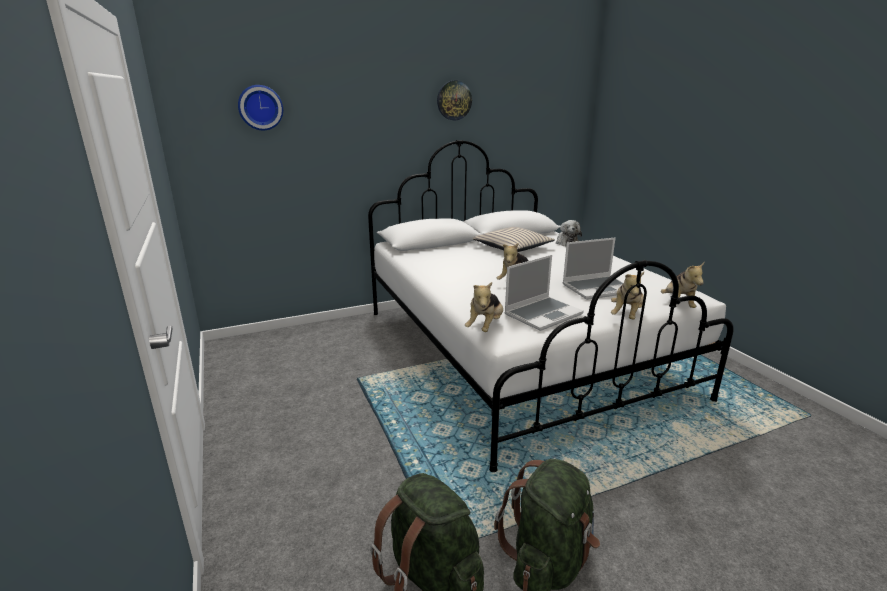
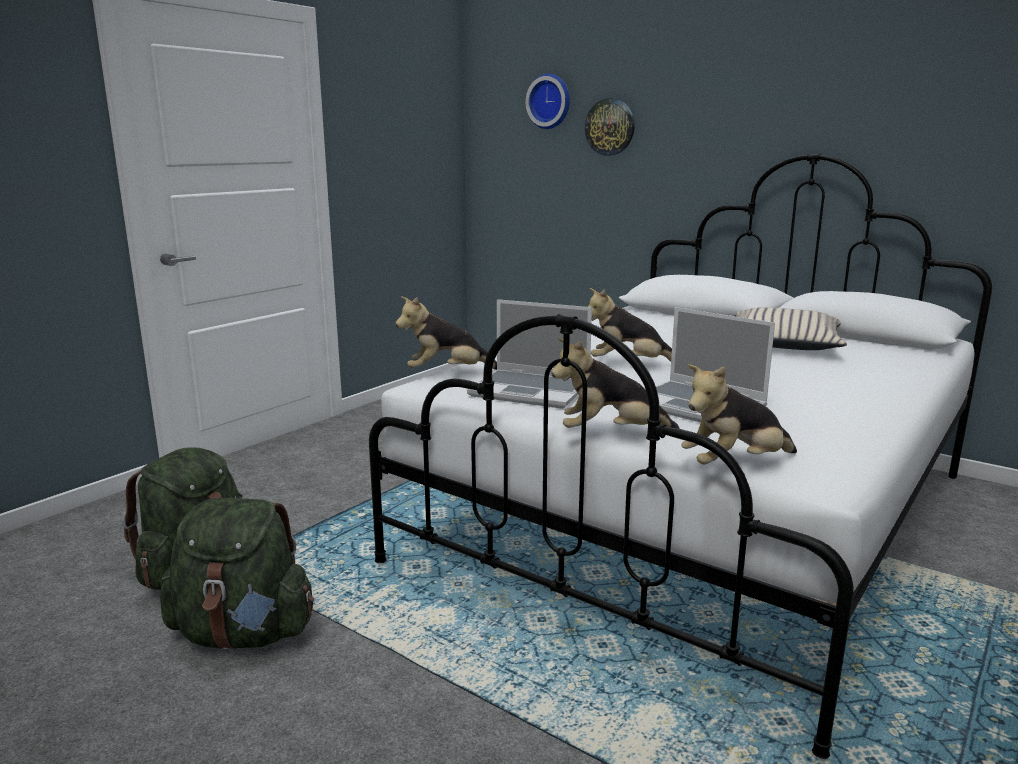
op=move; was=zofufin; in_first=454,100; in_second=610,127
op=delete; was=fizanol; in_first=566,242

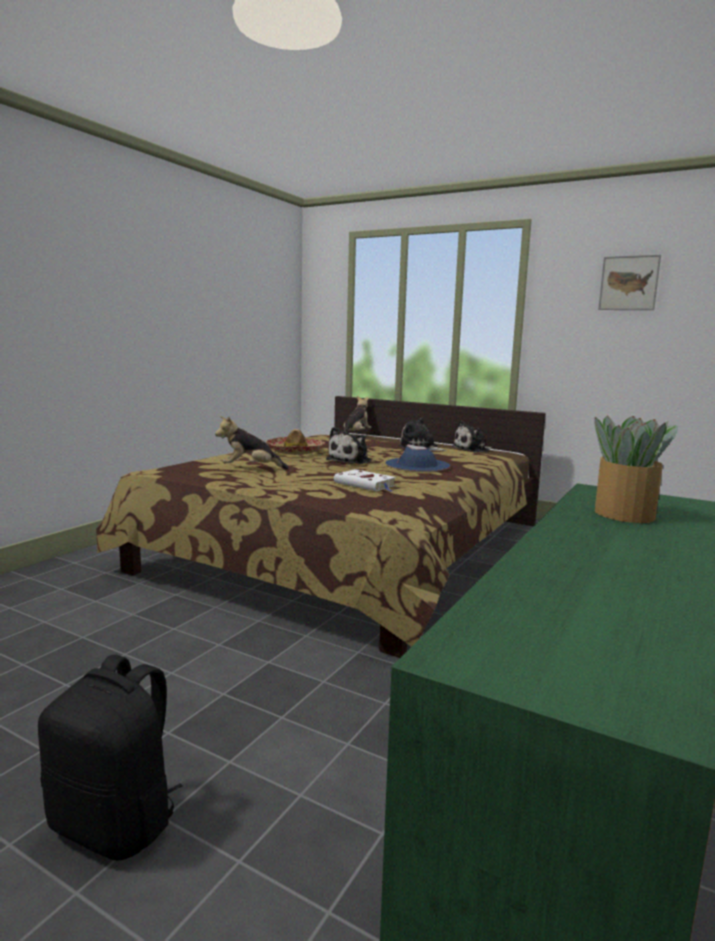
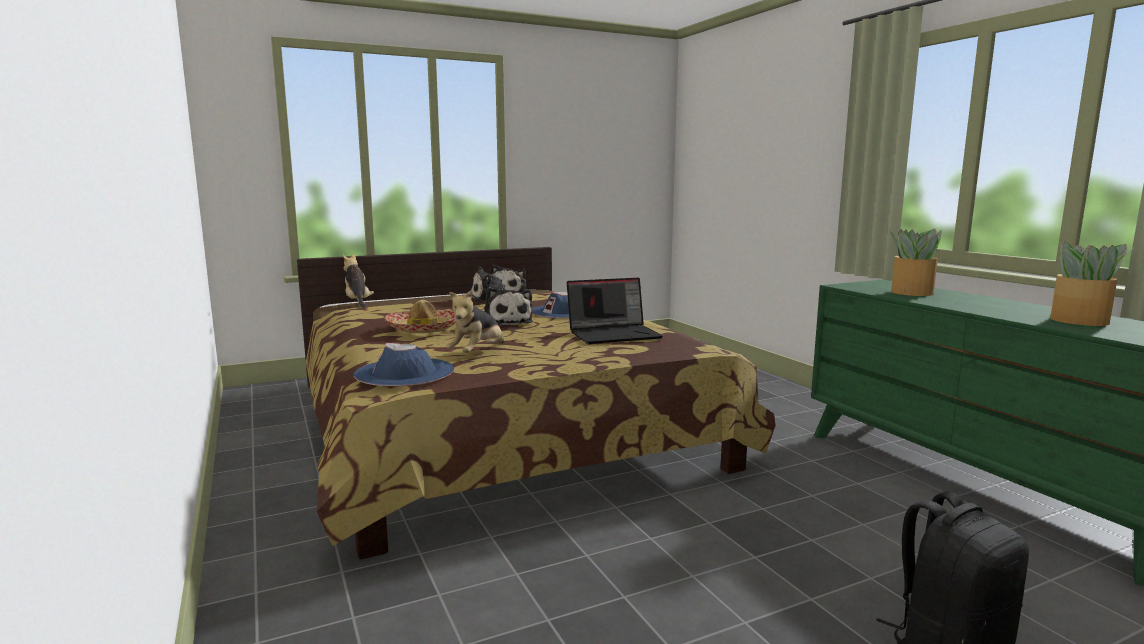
op=insert; now=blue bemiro; in_second=405,372
op=replace; was=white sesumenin; now=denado; in_first=366,484; in_second=614,334
op=insert; now=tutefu; in_second=1080,321
op=delete; was=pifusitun; in_first=629,283

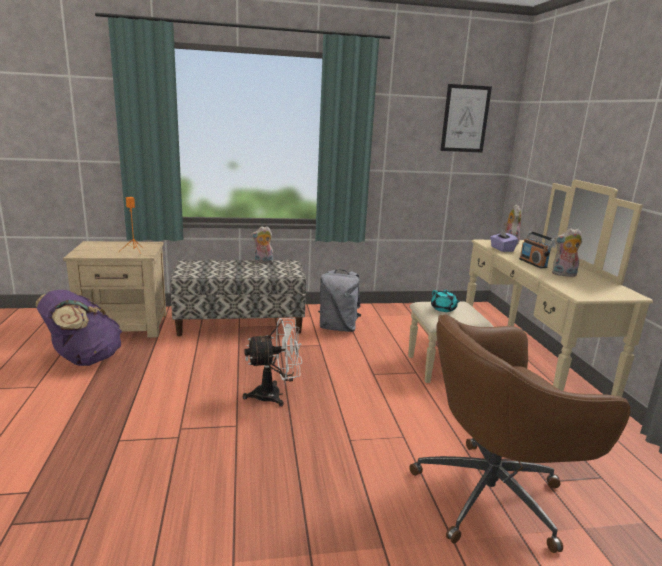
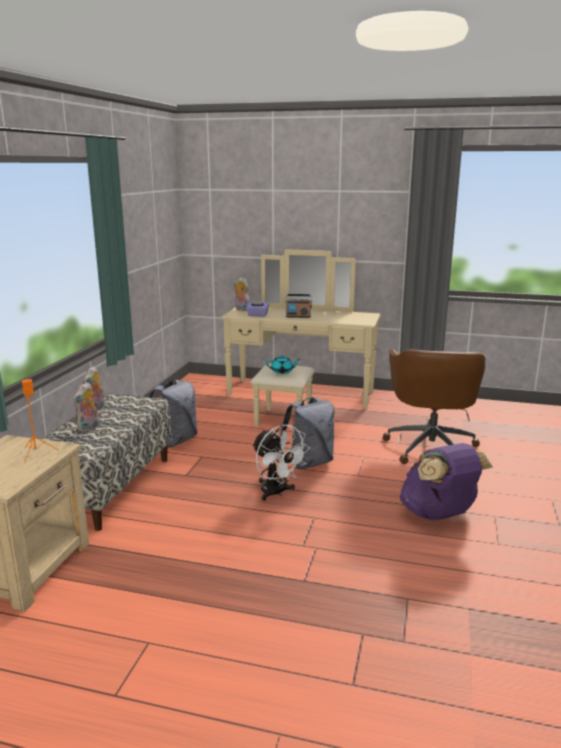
op=move; was=fizanol; in_first=563,274; in_second=88,428
op=rotate; was=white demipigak; in_first=274,395; in_second=276,493; clockwise=135
op=insert; now=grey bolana; in_second=309,462
op=move; was=purple bolana; in_first=84,360; in_second=439,514
op=delete; was=pifusitun; in_first=465,119

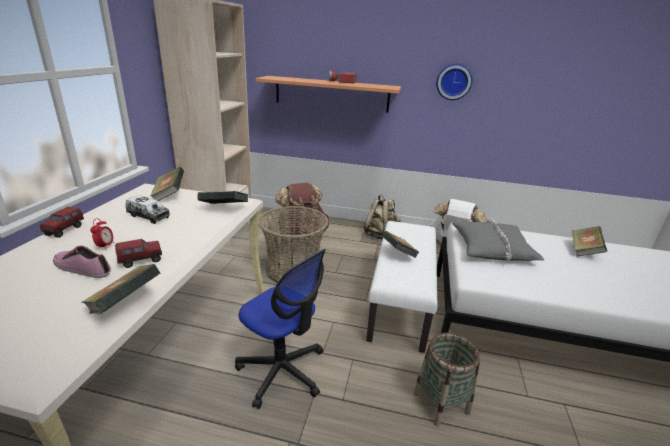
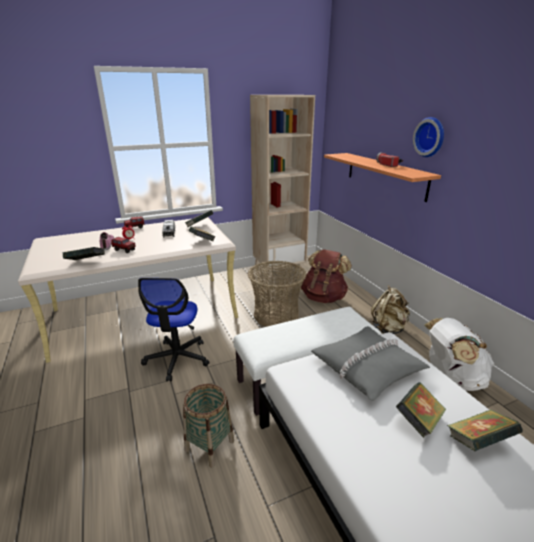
op=move; was=sesumenin; in_first=398,254; in_second=418,420
op=move; was=zofufin; in_first=453,81; in_second=430,137

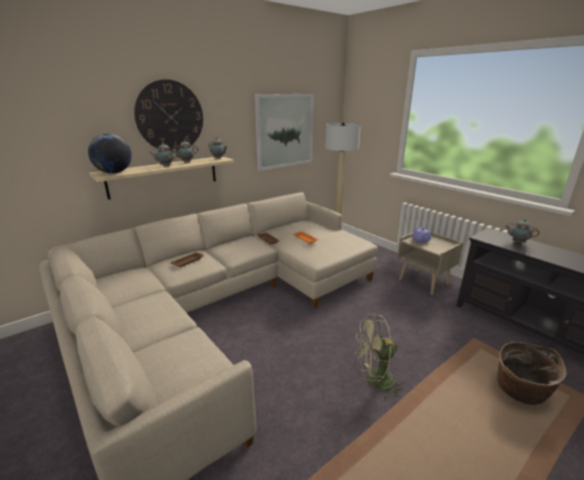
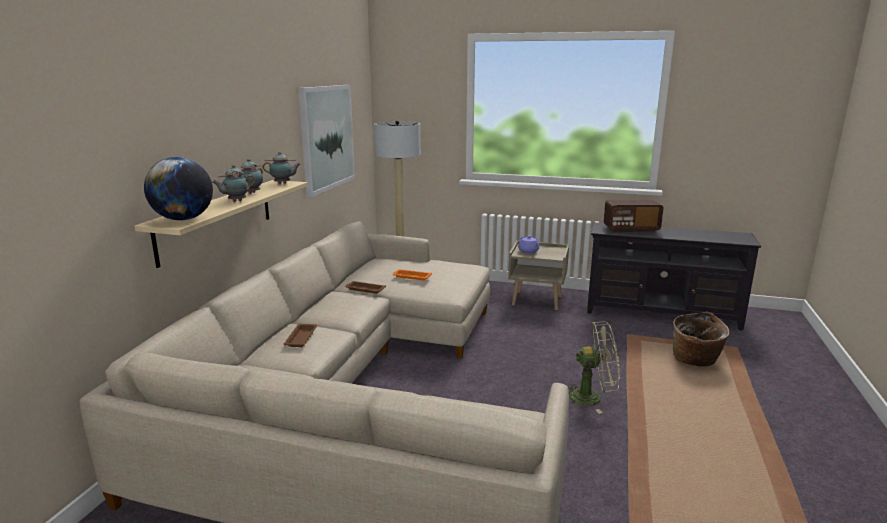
op=rotate; was=green demipigak; in_first=374,381; in_second=592,398; clockwise=-135
op=replace; was=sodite; now=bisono; in_first=517,242; in_second=631,229
op=delete; was=zofufin; in_first=170,117

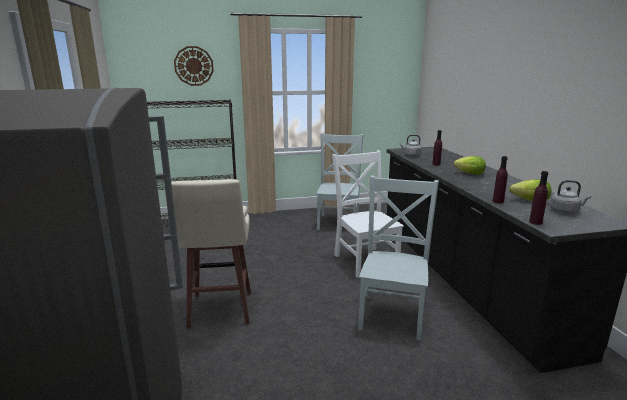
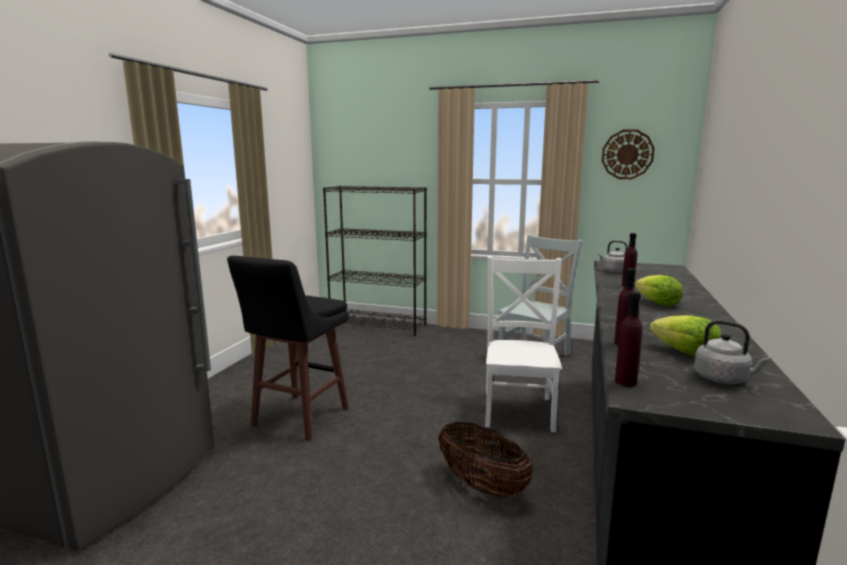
op=recolor; was=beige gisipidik; now=black gisipidik; in_first=220,310; in_second=298,418
op=replace; was=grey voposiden; now=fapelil; in_first=393,314; in_second=482,485
op=move; was=zofufin; in_first=194,66; in_second=627,154

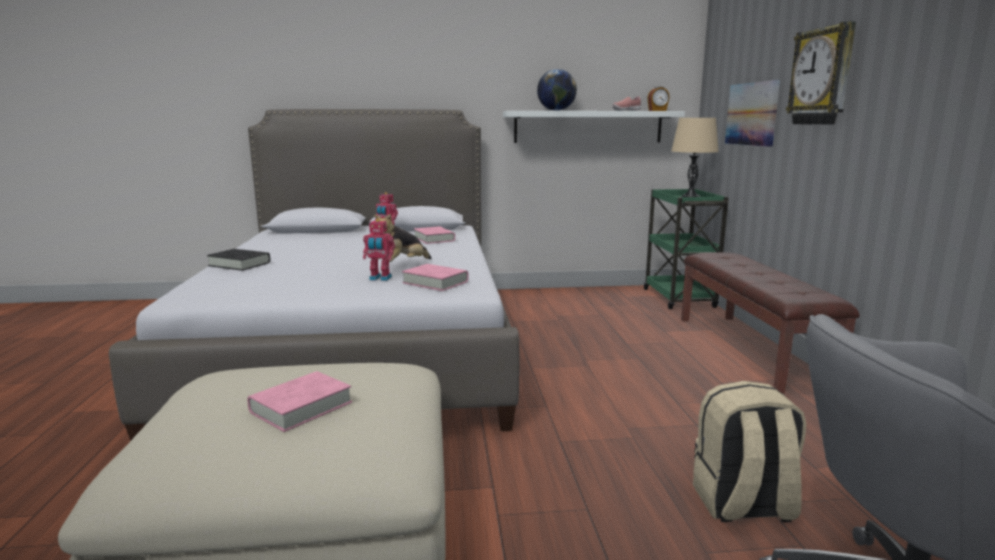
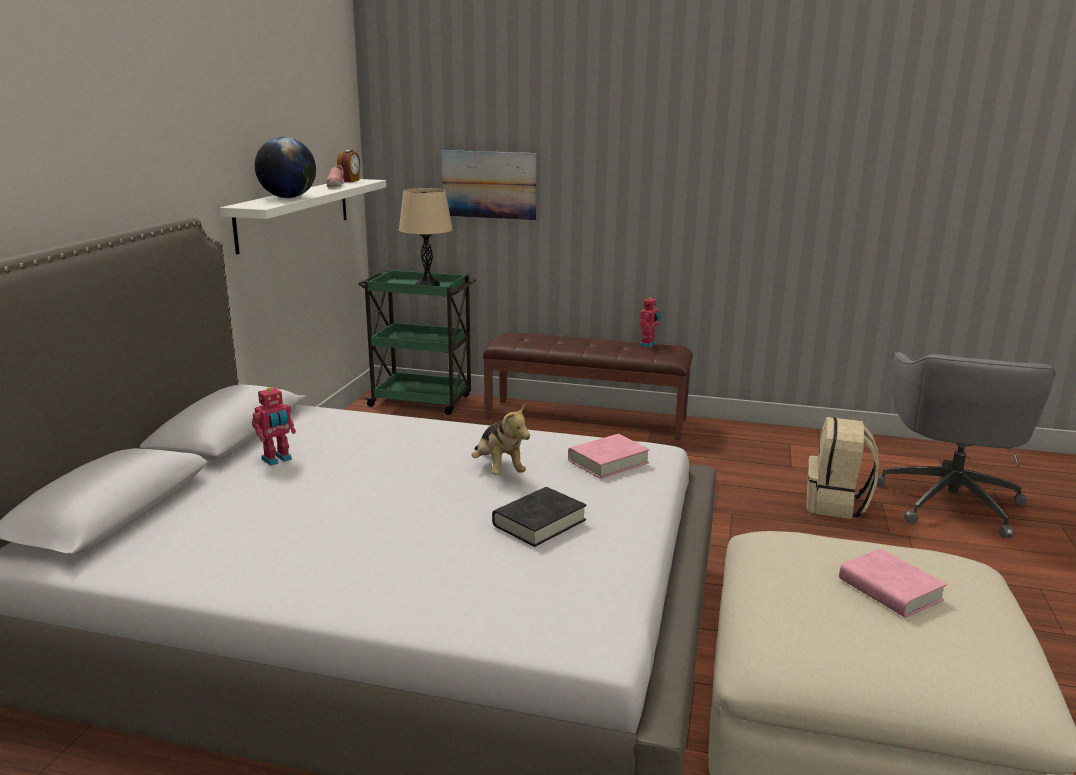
op=move; was=black sesumenin; in_first=239,264; in_second=539,522
op=move; was=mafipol; in_first=380,278; in_second=648,344
op=delete; was=pink sesumenin; in_first=434,239
op=delete; was=zofufin; in_first=822,77

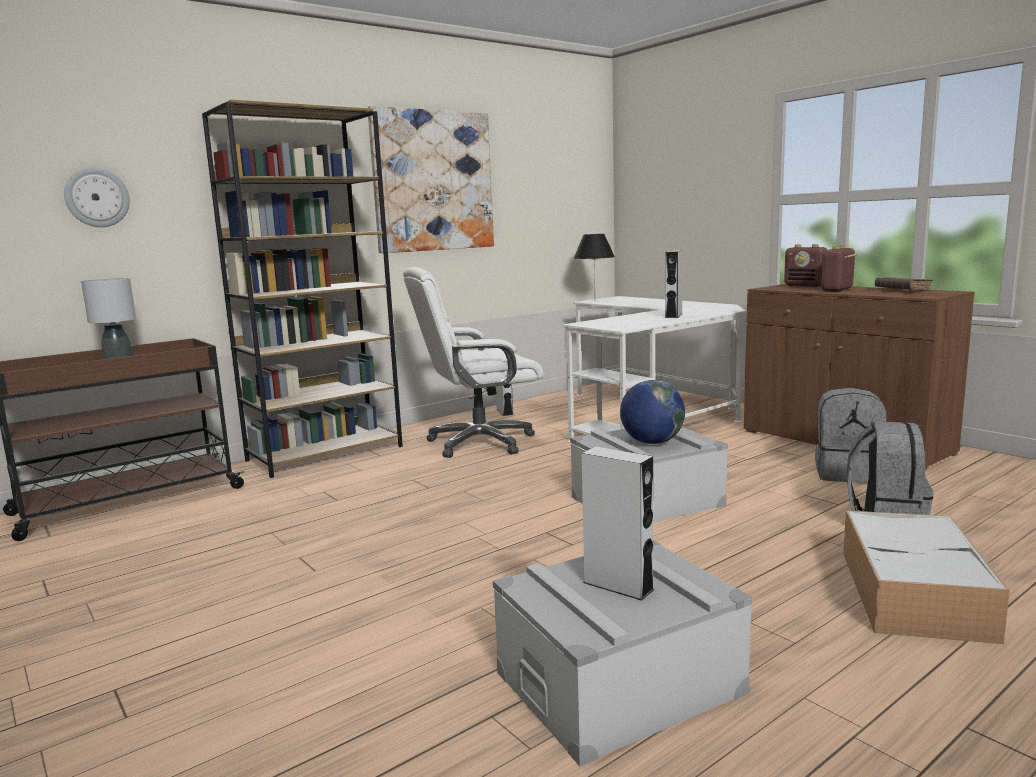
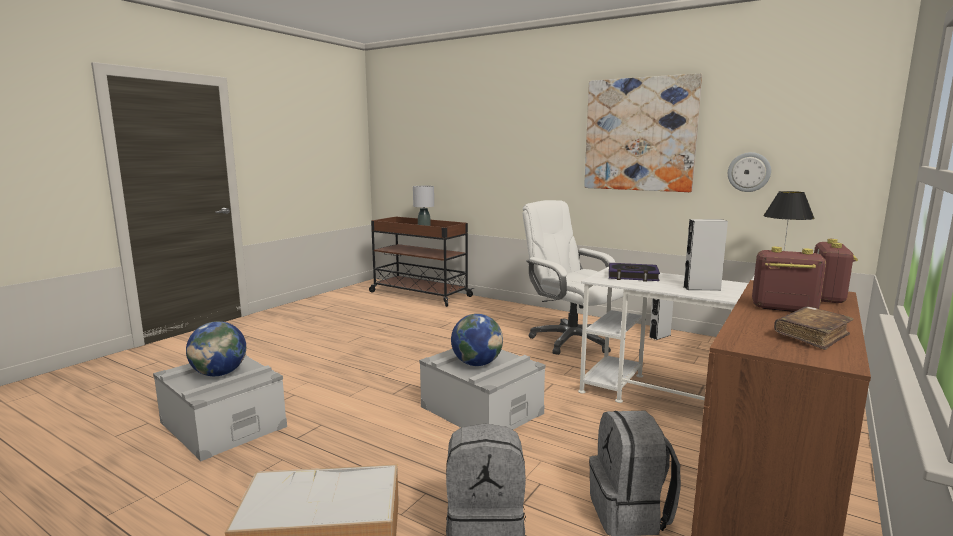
op=replace; was=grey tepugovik; now=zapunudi; in_first=618,586; in_second=219,374
op=insert; now=sesumenin; in_second=632,276
op=move; was=zofufin; in_first=97,197; in_second=749,172
op=delete; was=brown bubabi; in_first=326,453

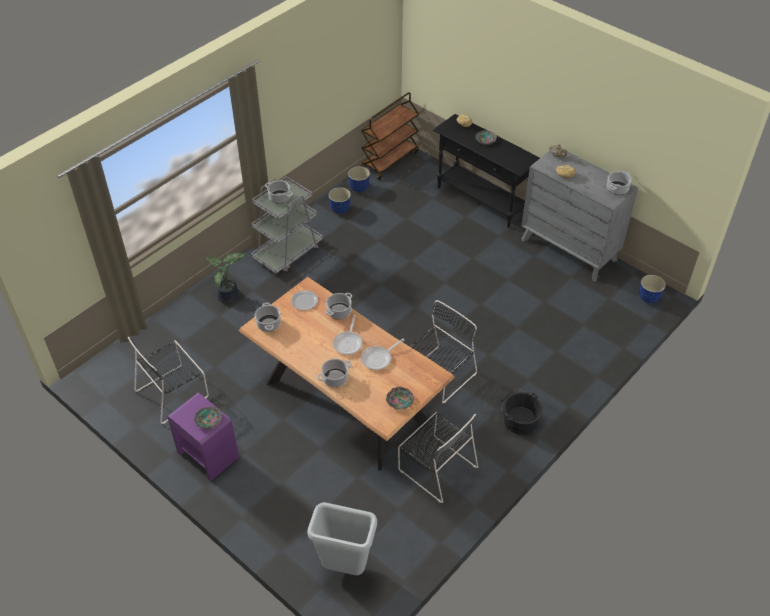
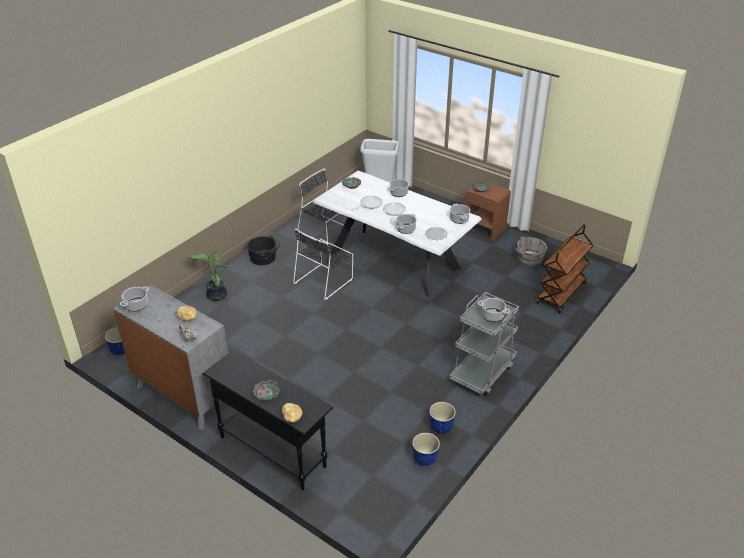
op=move; was=tutefu; in_first=230,297; in_second=216,295
op=recolor; was=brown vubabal; now=white vubabal; in_first=346,403; in_second=395,260
op=recolor; was=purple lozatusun; now=brown lozatusun; in_first=207,454; in_second=484,229
op=replace; was=black voposiden; now=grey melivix; in_first=174,393; in_second=528,259
op=move; was=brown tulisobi; in_first=389,160; in_second=561,294

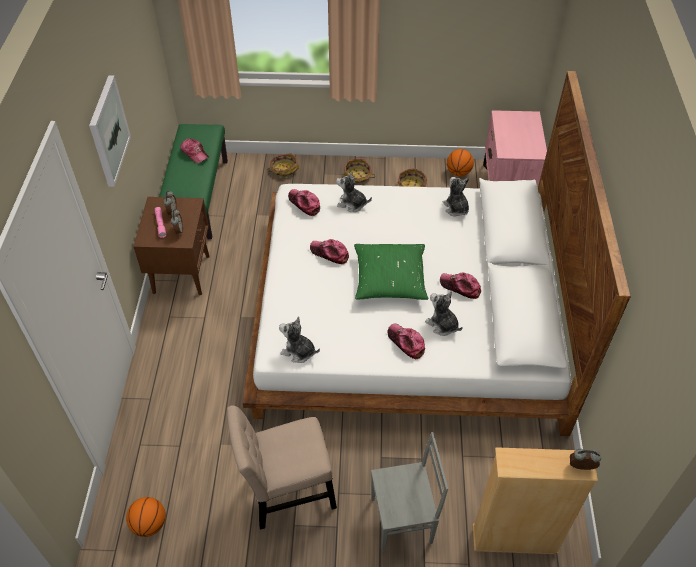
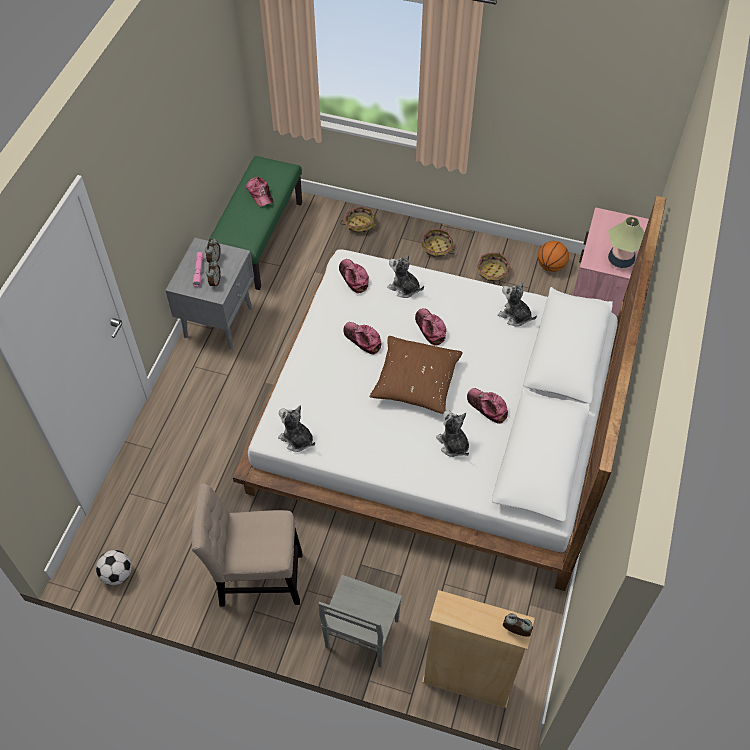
op=replace; was=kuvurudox; now=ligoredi; in_first=149,524; in_second=117,574
op=recolor; was=brown lozatusun; now=grey lozatusun; in_first=182,273; in_second=219,321
op=rotate; was=grey voposiden; in_first=402,521; in_second=360,634; clockwise=105
op=recolor; was=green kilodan; now=brown kilodan; in_first=390,279; in_second=415,381
op=move; was=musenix; in_first=406,342; in_second=430,328
op=rotate; was=fizanol; in_first=456,208; in_second=515,316; clockwise=-45
op=insert; now=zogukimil; in_second=620,260
op=delete; was=pifusitun; in_first=108,131

